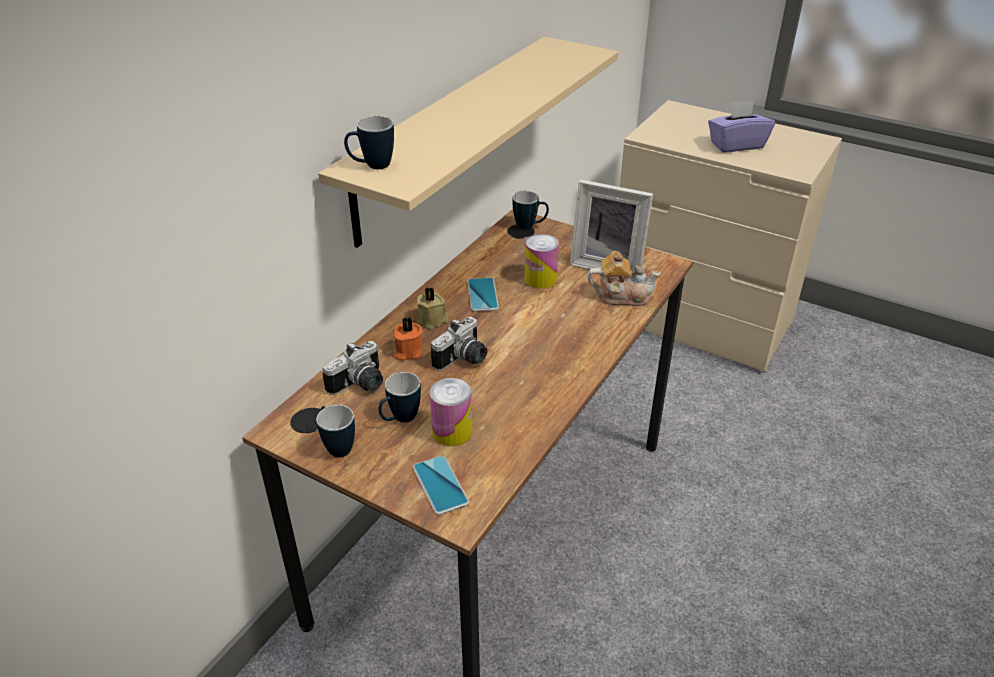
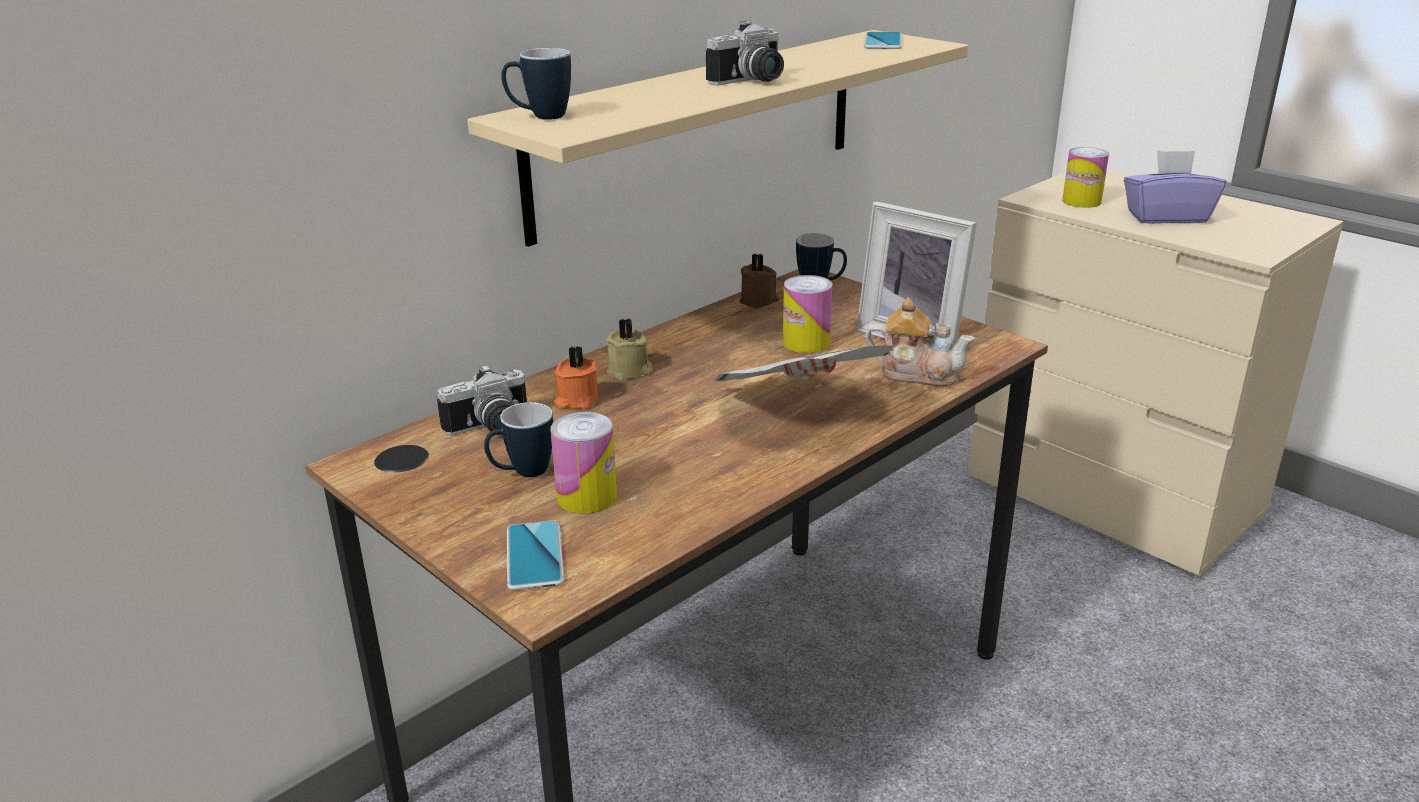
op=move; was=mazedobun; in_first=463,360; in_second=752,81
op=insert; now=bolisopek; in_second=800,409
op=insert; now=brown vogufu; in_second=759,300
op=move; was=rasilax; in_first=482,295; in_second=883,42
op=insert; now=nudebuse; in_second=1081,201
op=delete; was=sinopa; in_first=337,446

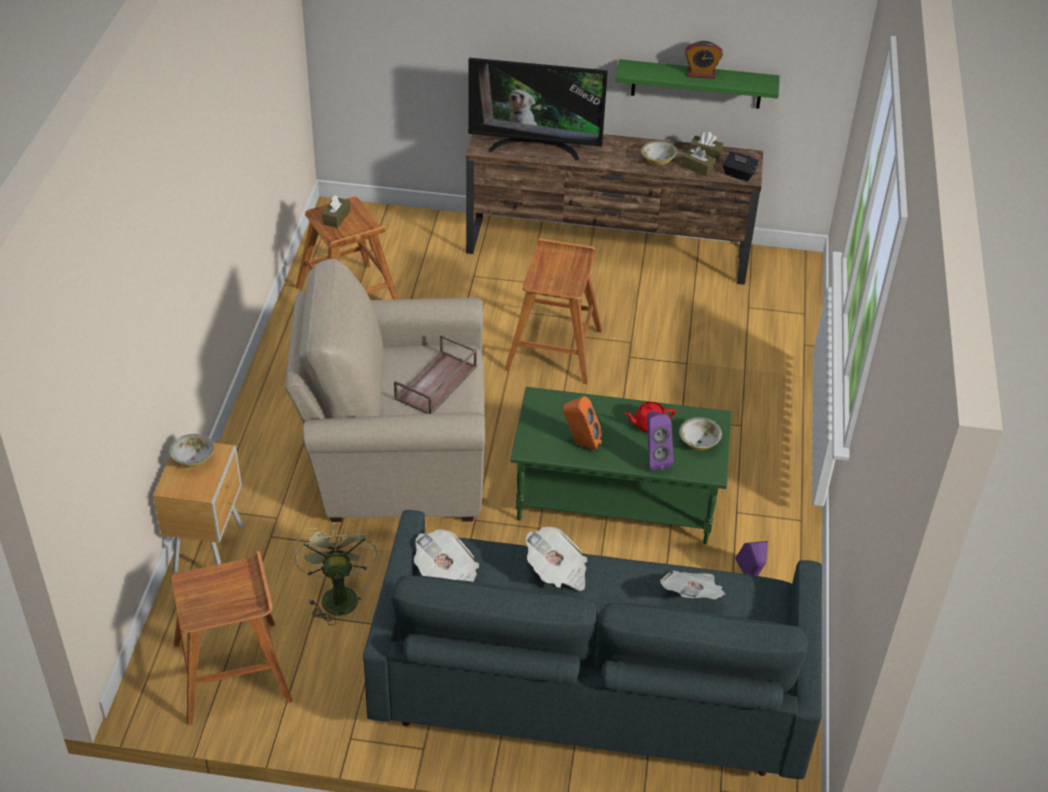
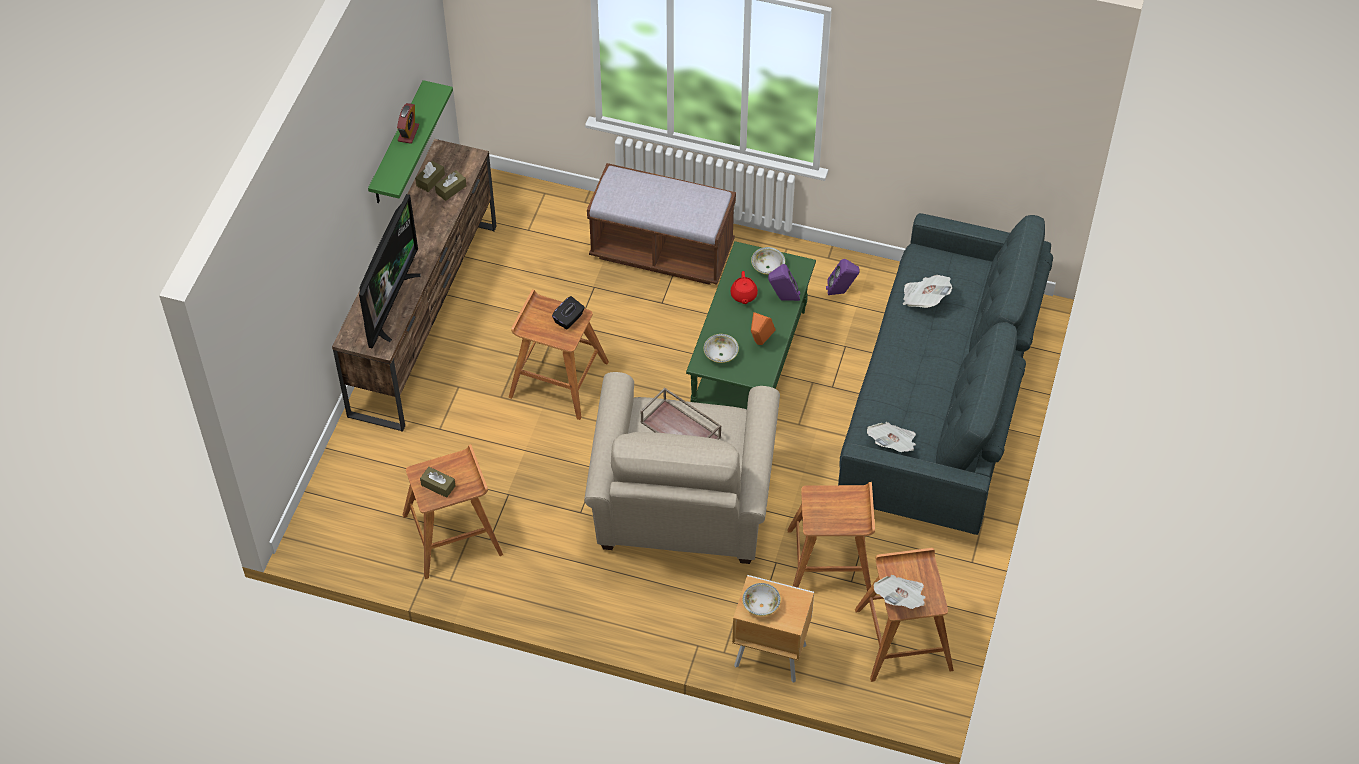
op=move; was=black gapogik; in_first=738,175; in_second=569,319
op=insert; now=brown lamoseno; in_second=662,252
op=move; was=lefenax; in_first=658,161; in_second=721,355
op=replace; was=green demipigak; now=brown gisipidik; in_first=337,595; in_second=831,563
op=move; was=bolisopek; in_first=557,571; in_second=900,599

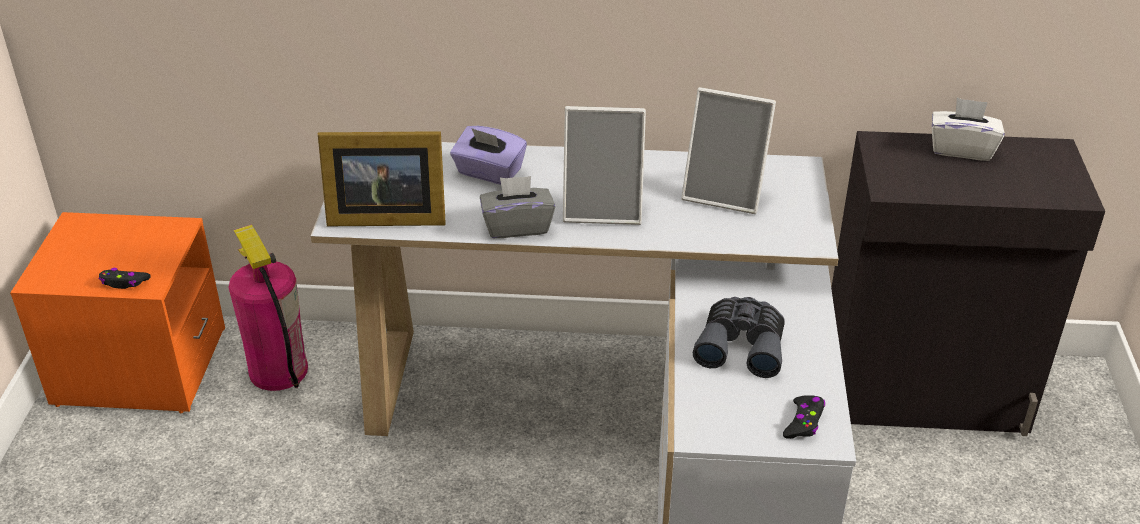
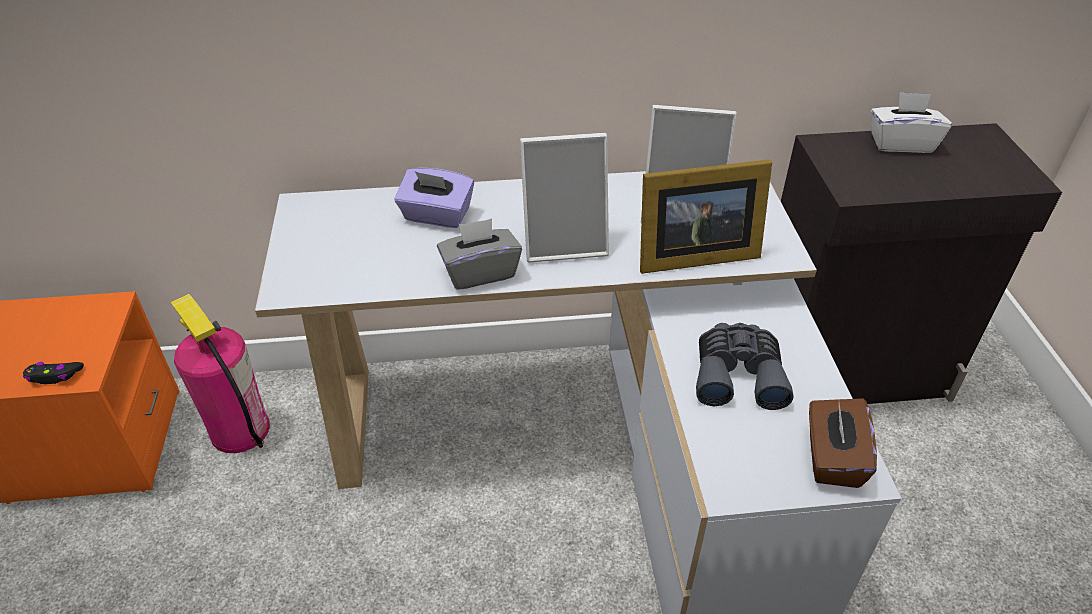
op=move; was=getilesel; in_first=383,216; in_second=691,255
op=replace; was=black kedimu; now=brown gapogik; in_first=804,422; in_second=832,458

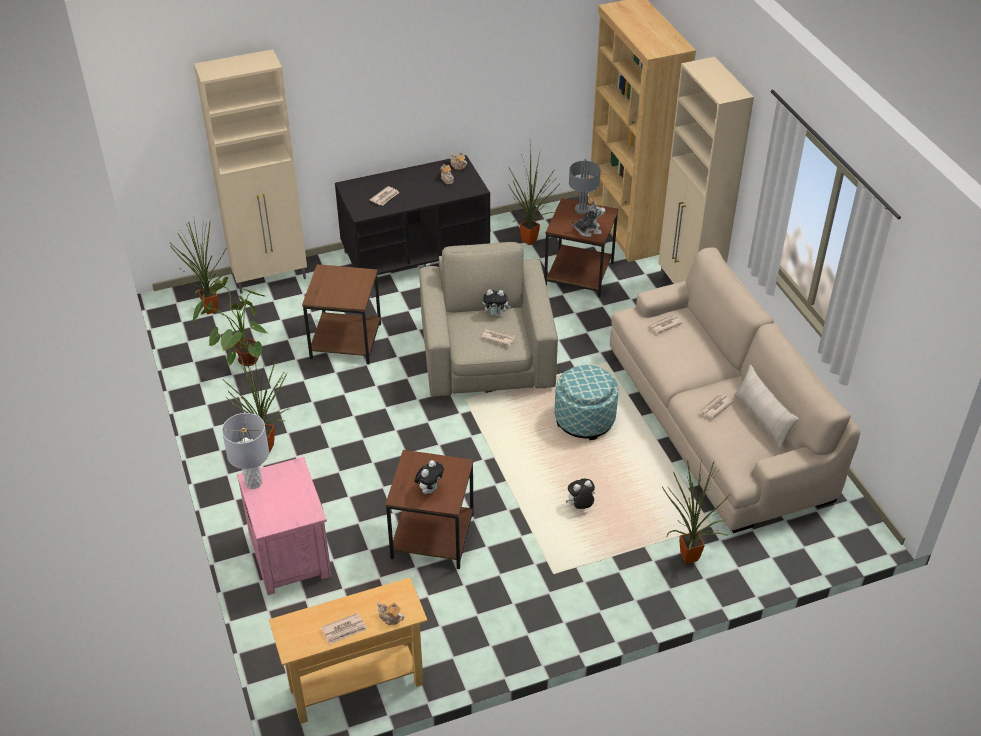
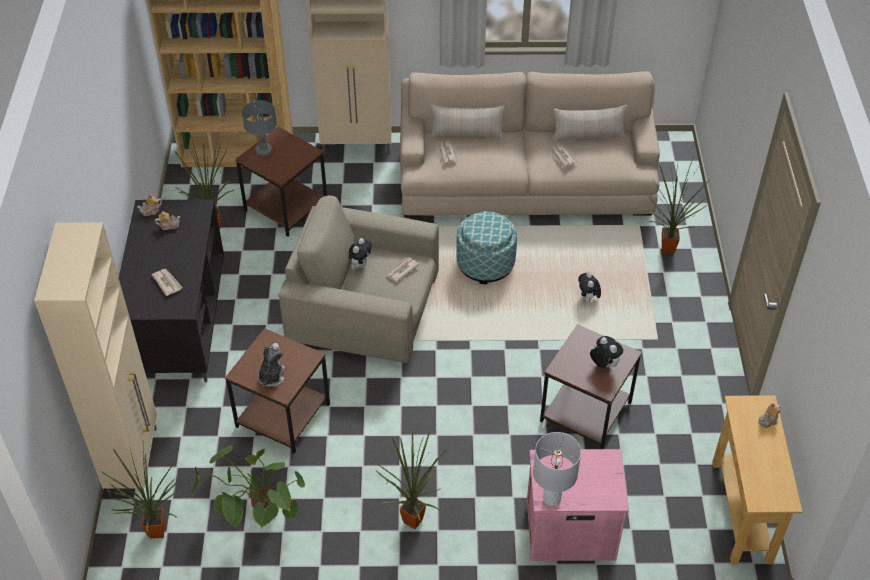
op=move; was=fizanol; in_first=588,230; in_second=271,376
op=insert; now=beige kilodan; in_second=466,134
op=delete; was=bolisopek; in_first=344,630

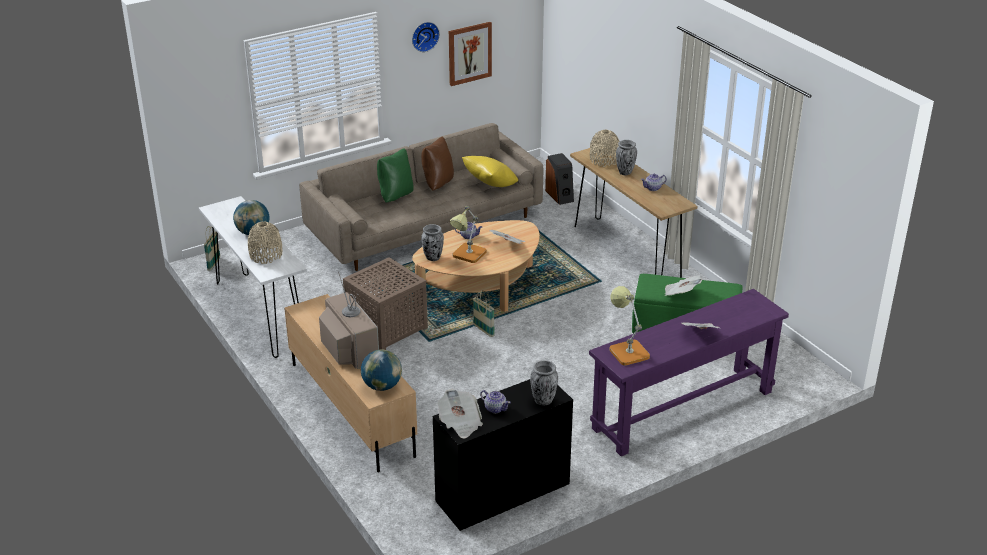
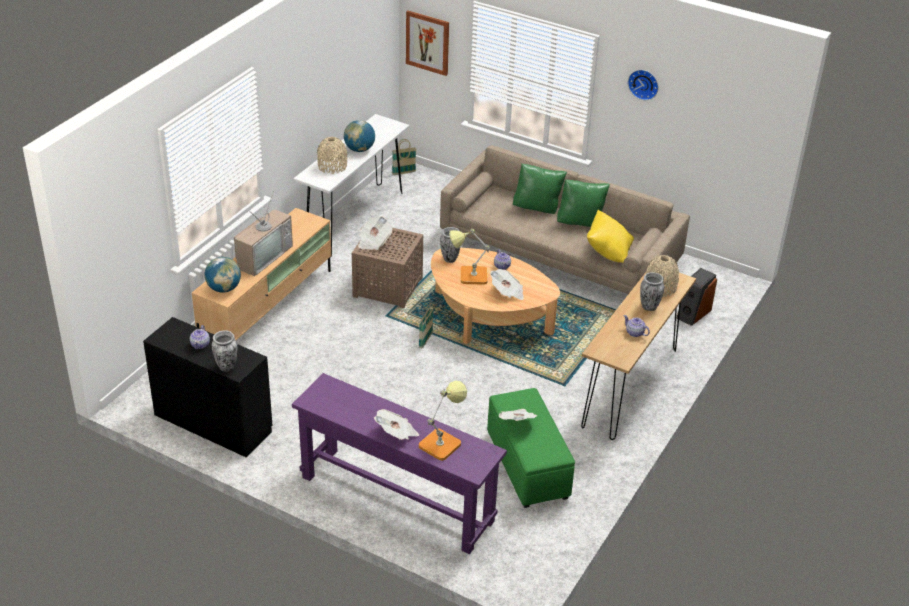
op=move; was=bolisopek; in_first=460,423; in_second=373,241
op=move; was=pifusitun; in_first=469,53; in_second=428,42
op=move; was=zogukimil; in_first=626,350; in_second=443,442
op=recolor; was=brown kilodan; now=green kilodan; in_first=437,184; in_second=580,222

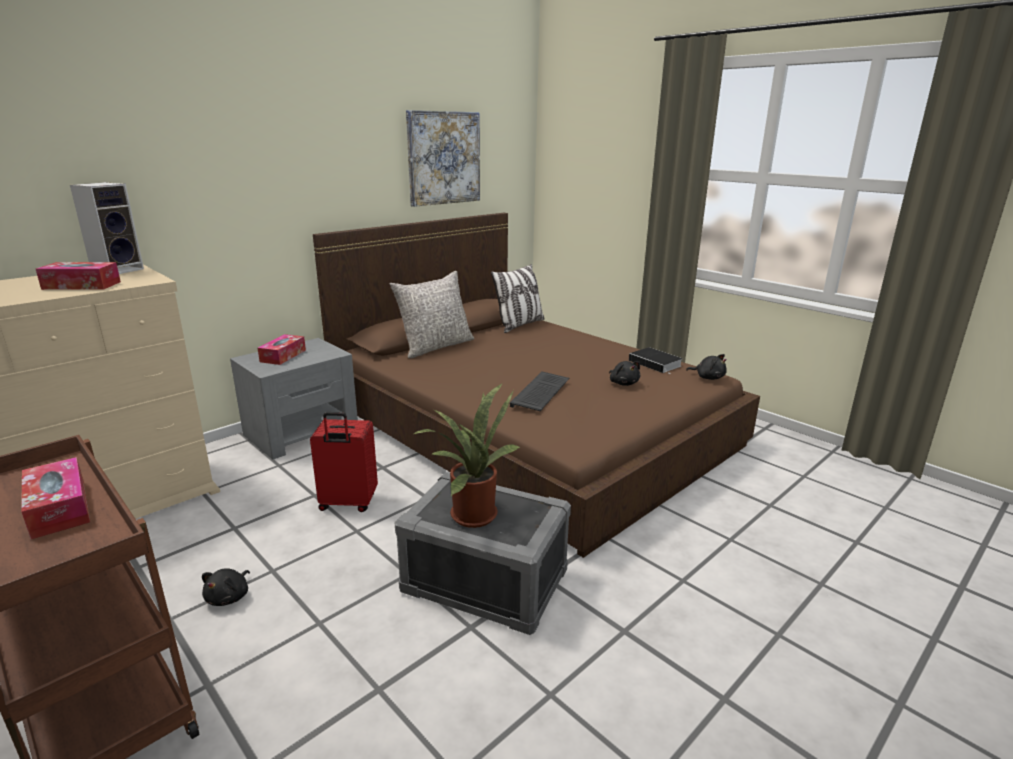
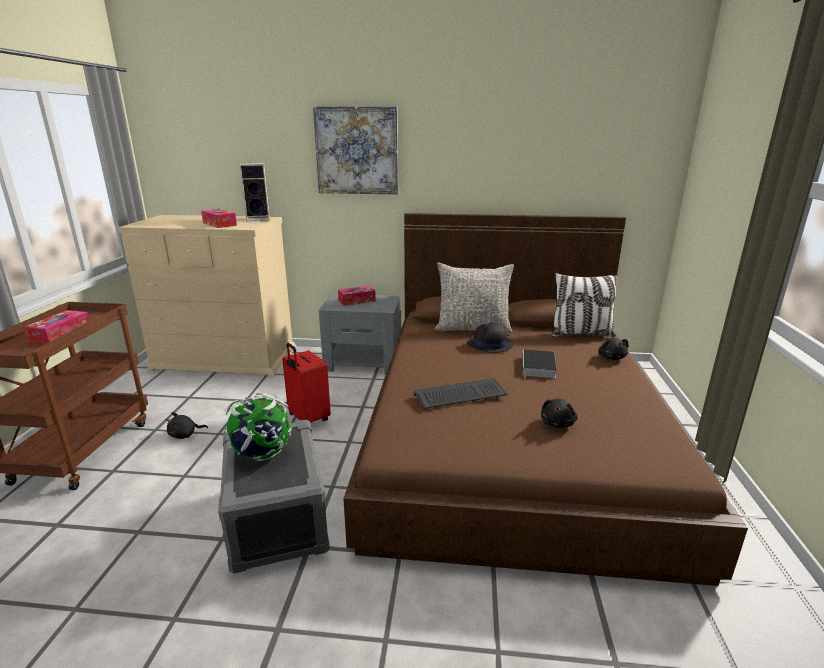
op=replace; was=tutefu; now=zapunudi; in_first=470,513; in_second=262,454
op=move; was=pifusitun; in_first=443,158; in_second=357,151
op=insert; now=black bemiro; in_second=489,344
op=move; was=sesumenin; in_first=656,363; in_second=538,367
op=move; was=black fizanol; in_first=708,377; in_second=611,357

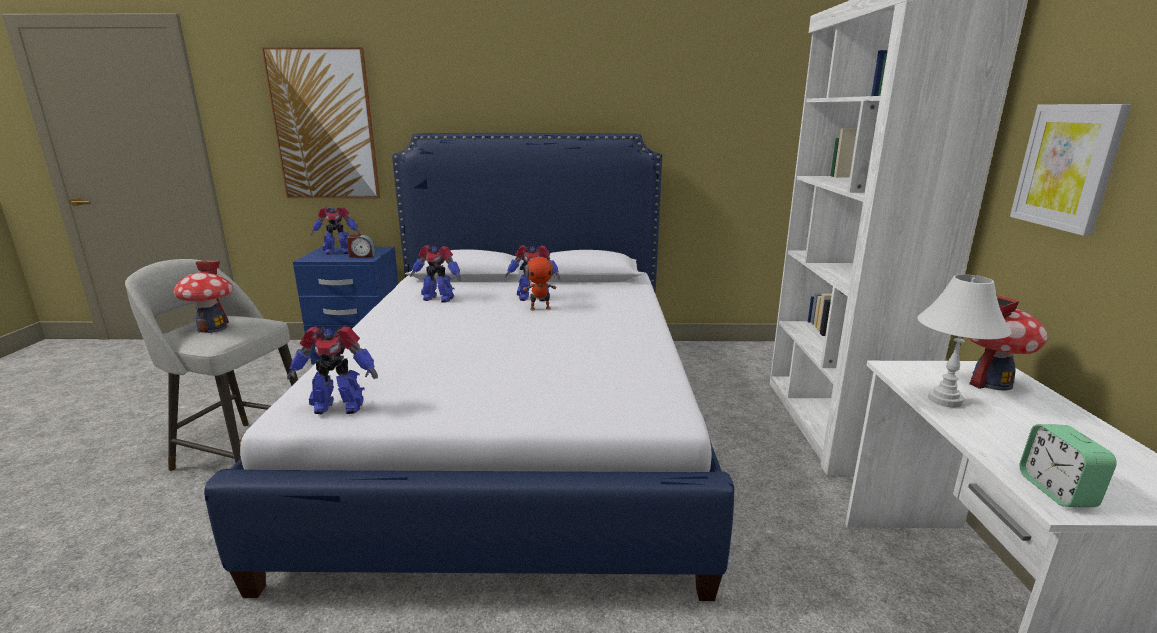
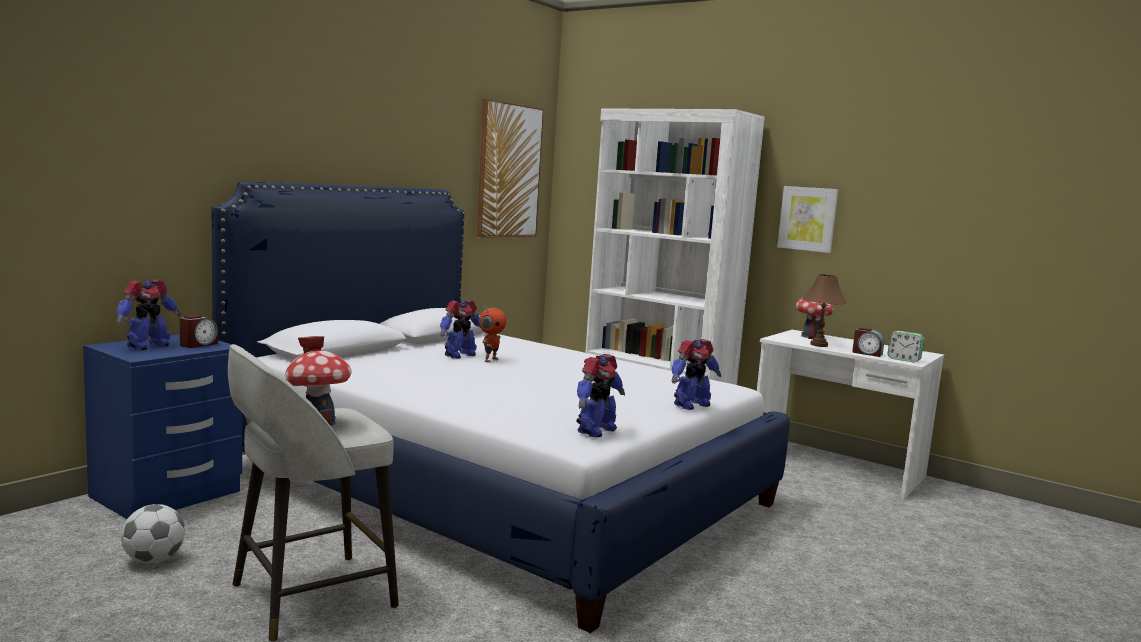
op=insert; now=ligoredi; in_second=154,560
op=move; was=pifusitun; in_first=324,125; in_second=509,171
op=move; was=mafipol; in_first=438,298; in_second=690,405
op=recolor; was=white zogukimil; now=brown zogukimil; in_first=945,400; in_second=819,345
op=insert; now=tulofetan; in_second=867,353

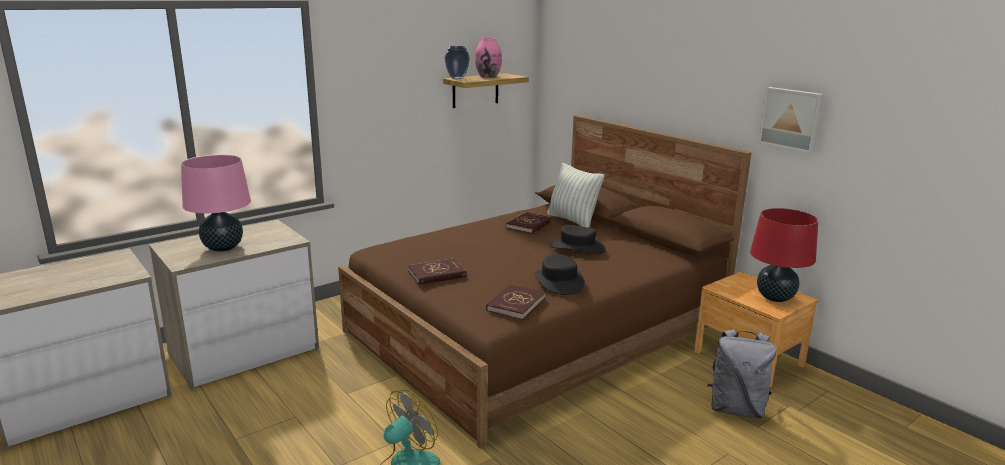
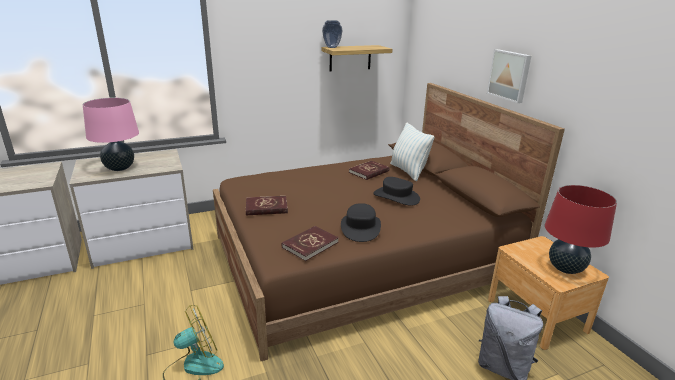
op=move; was=pifusitun; in_first=791,119; in_second=510,75
op=delete; was=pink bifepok; in_first=488,77

